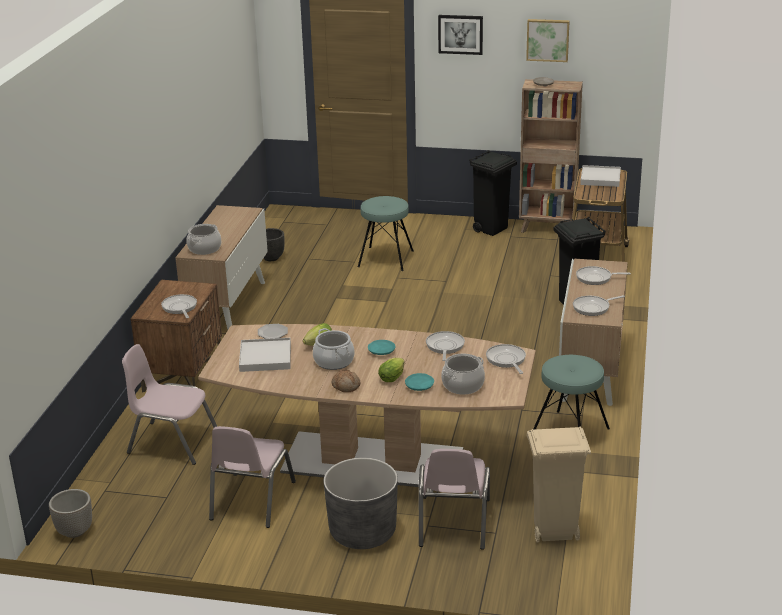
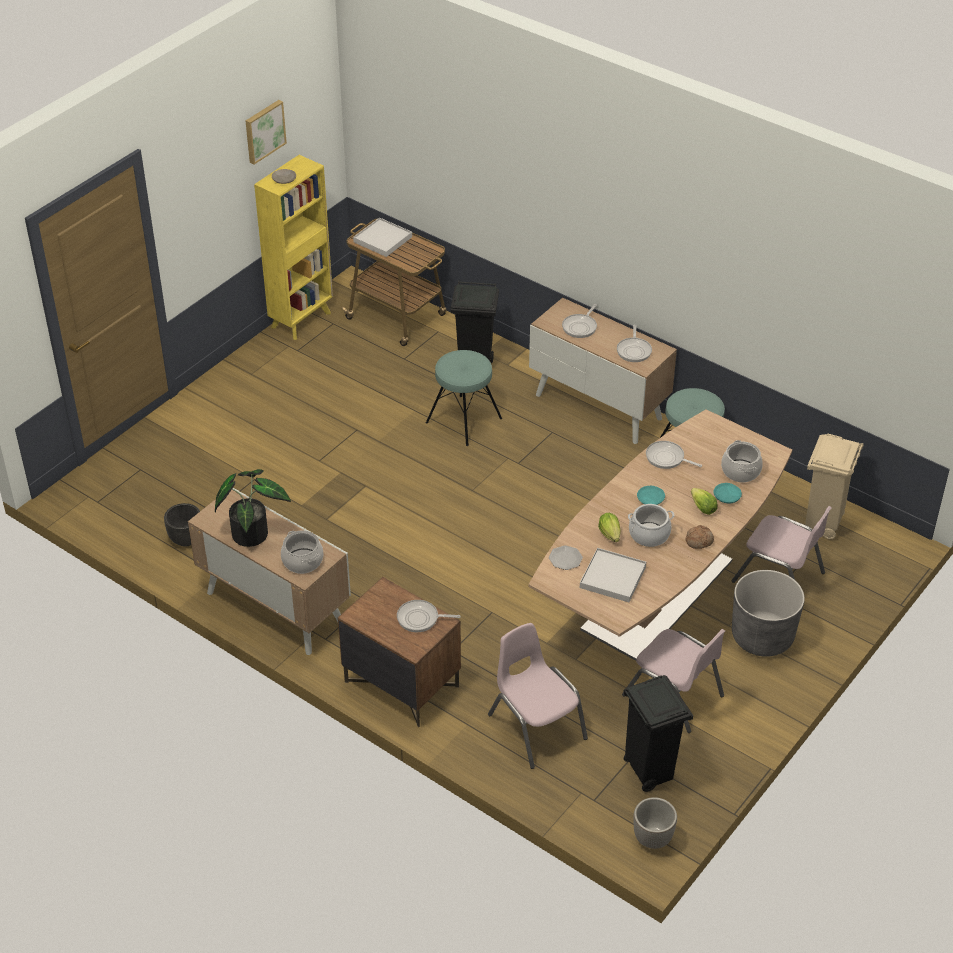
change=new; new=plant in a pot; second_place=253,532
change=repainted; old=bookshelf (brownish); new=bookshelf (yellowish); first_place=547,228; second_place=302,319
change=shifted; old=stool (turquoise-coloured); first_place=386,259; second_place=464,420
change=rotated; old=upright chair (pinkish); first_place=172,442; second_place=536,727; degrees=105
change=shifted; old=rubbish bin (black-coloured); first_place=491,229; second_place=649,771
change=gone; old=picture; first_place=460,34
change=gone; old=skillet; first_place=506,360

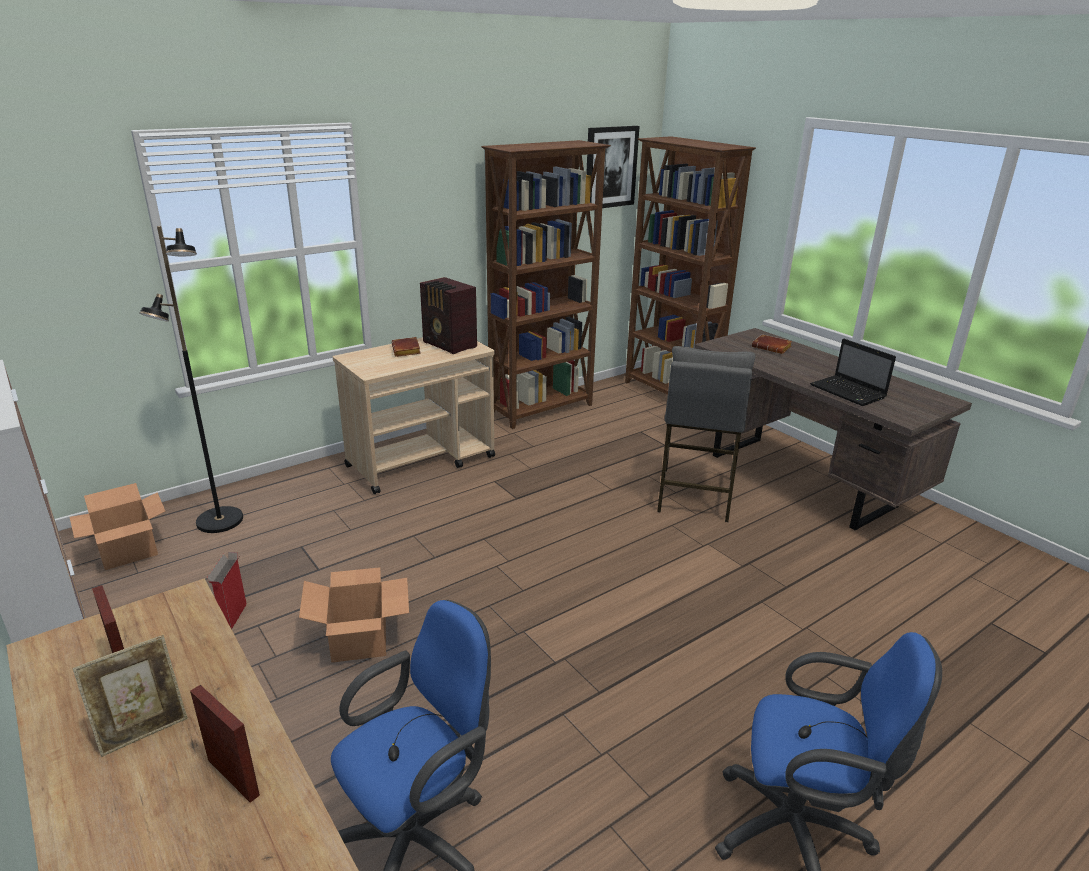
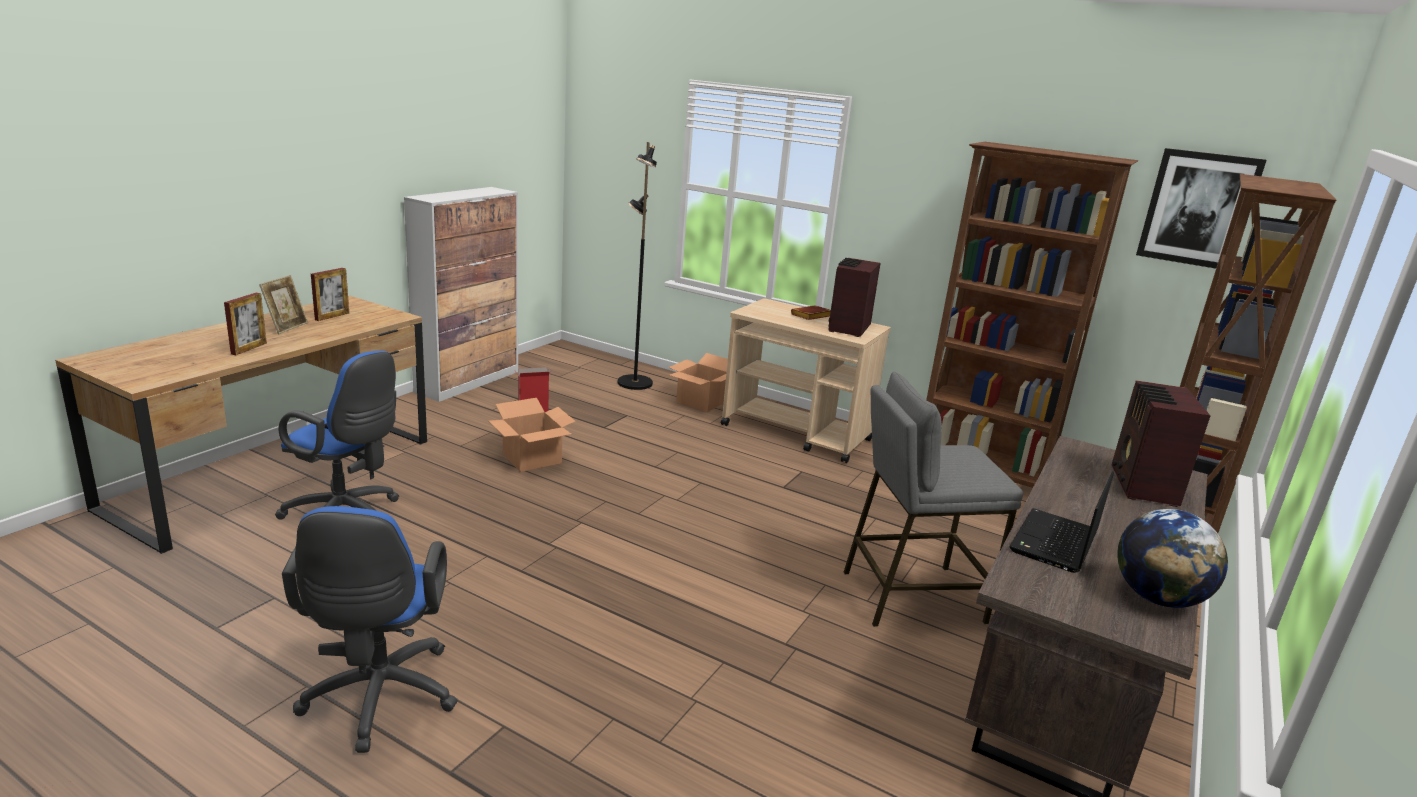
change=rotated; old=standing frame; first_place=142,727; second_place=287,327; degrees=-105
change=shifted; old=packing box; first_place=129,550; second_place=701,402
change=swapped; old=book (brownish); new=radio set; first_place=772,347; second_place=1142,486
change=new; new=desk globe; second_place=1158,598

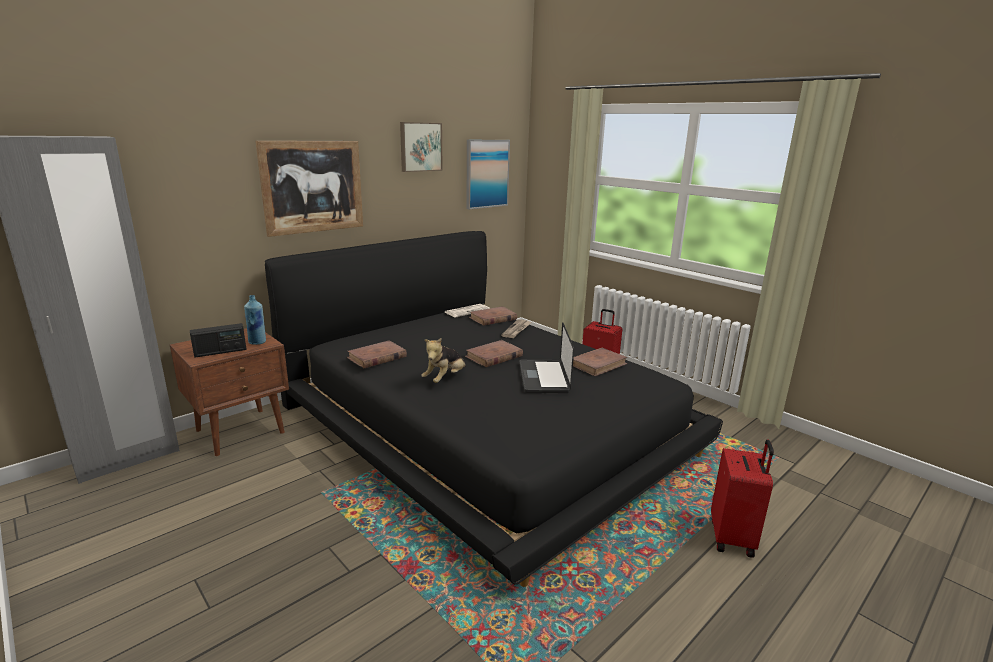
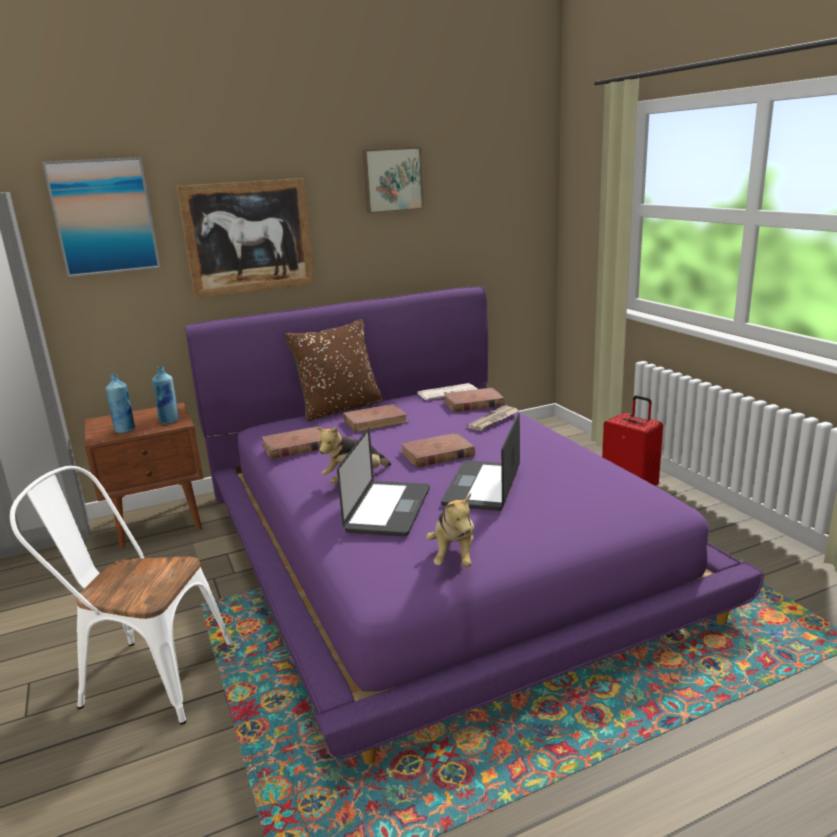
change=new; new=upright chair (white); second_place=146,676
change=shifted; old=picture; first_place=487,173; second_place=104,217
change=swapped; old=radio set; new=beverage bottle (bluish); first_place=220,352; second_place=125,430
change=repainted; old=bed (black-coloured); new=bed (purple-coloured); first_place=484,426; second_place=432,546
change=new; new=cushion (brownish); second_place=340,409
change=new; new=notebook computer; second_place=388,509
change=shifted; old=book (brownish); first_place=598,364; second_place=375,421
change=new; new=soft toy; second_place=454,556
change=gone; old=suitcase (red-coloured); first_place=733,538

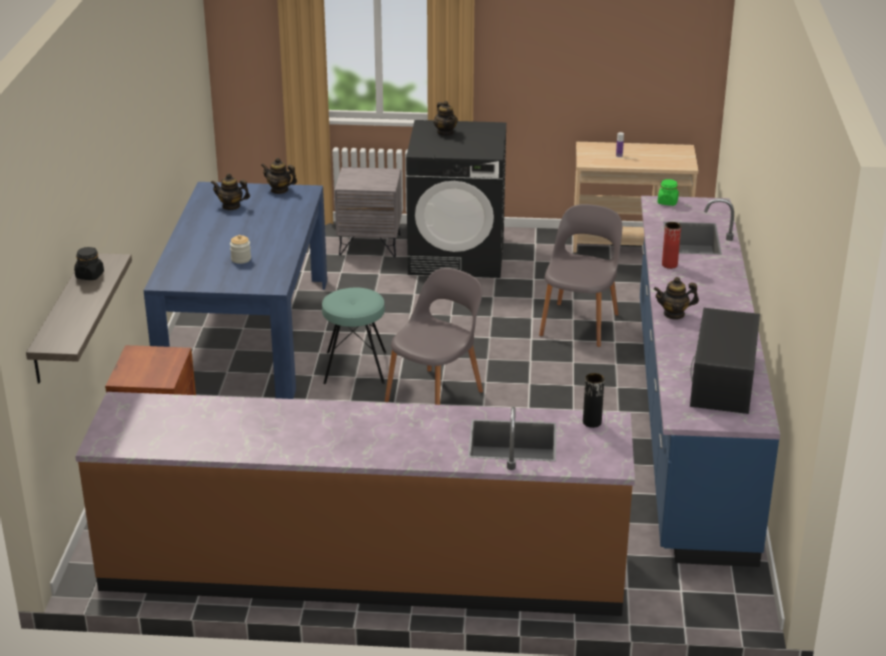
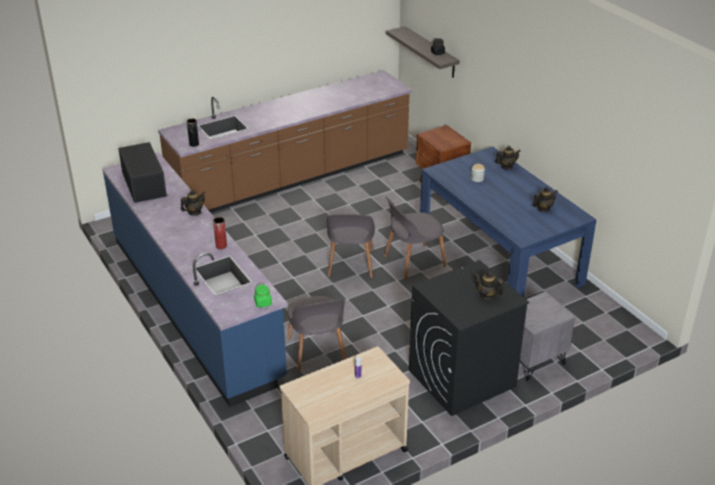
change=swapped; old=stool (turquoise-coloured); new=upright chair (grey); first_place=355,368; second_place=413,262
change=shifted; old=teapot; first_place=279,190; second_place=506,167

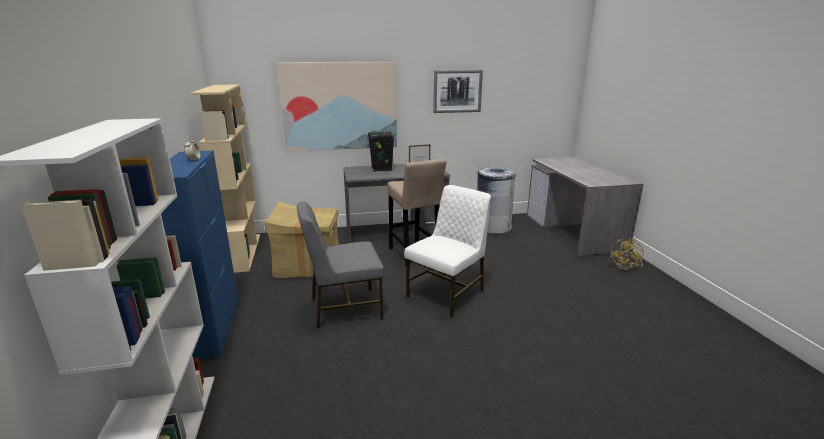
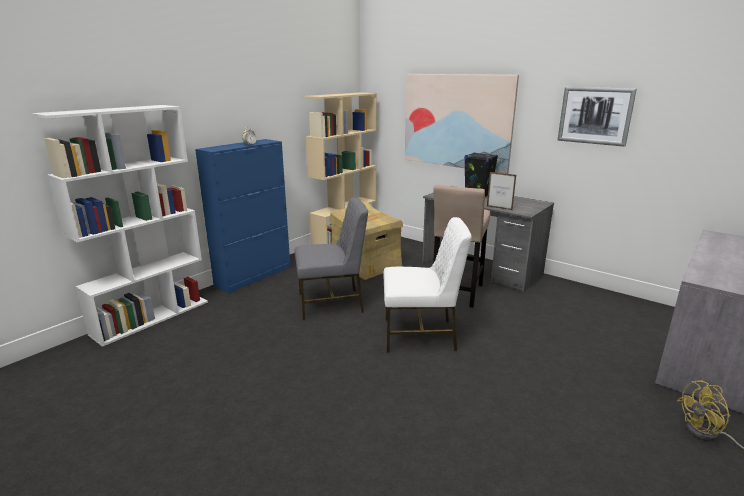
change=rotated; old=upright chair (grey); first_place=344,308; second_place=332,303; degrees=135
change=gone; old=rubbish bin (grey); first_place=493,227

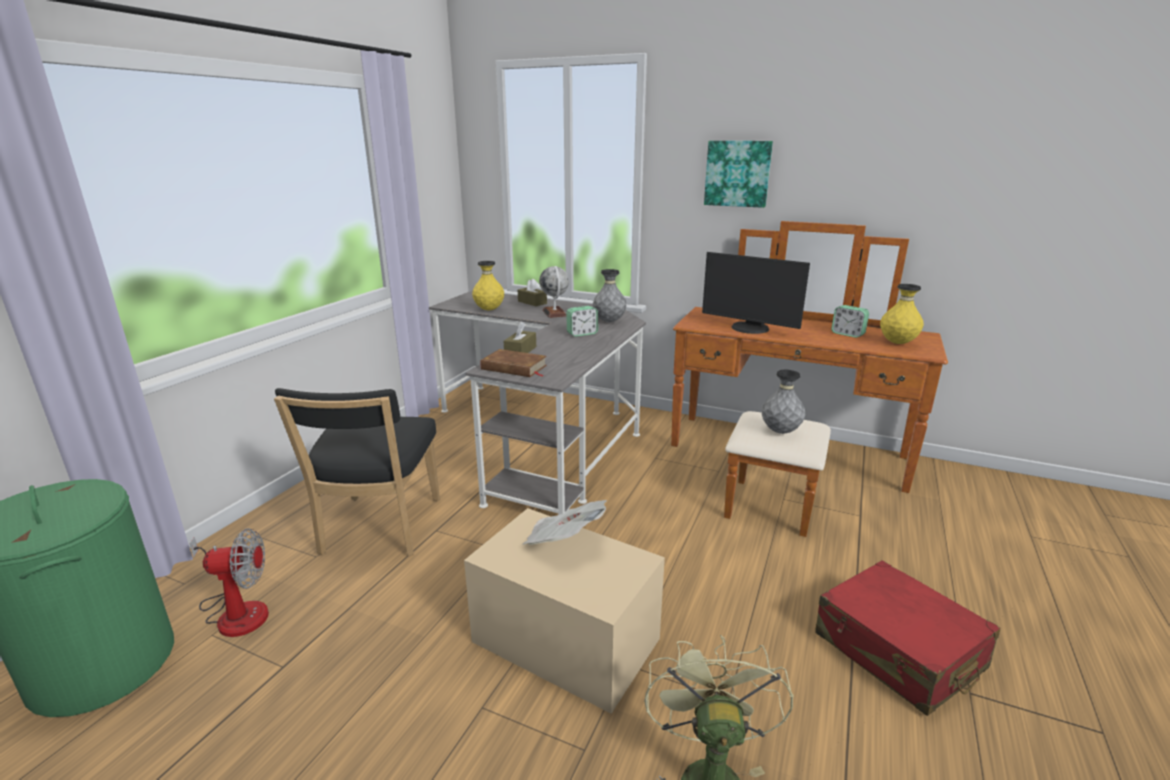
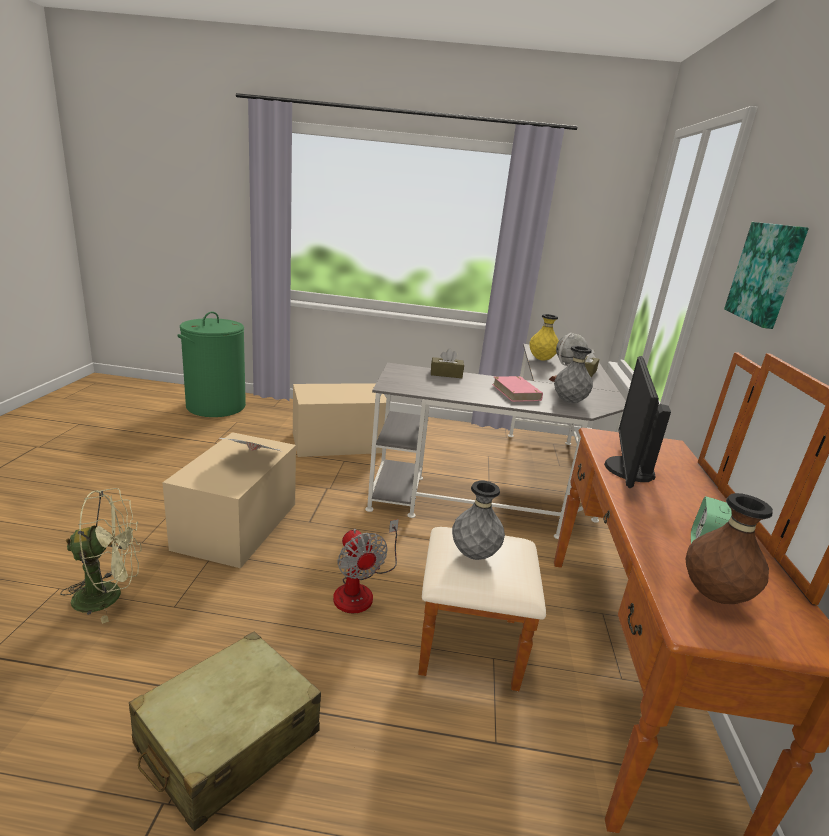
change=repainted; old=suitcase (red-coloured); new=suitcase (beige-coloured); first_place=898,651; second_place=228,739
change=swapped; old=upright chair (black-coloured); new=storage container (beige-coloured); first_place=379,529; second_place=337,442
change=shifted; old=cooling fan; first_place=236,611; second_place=361,590
change=swapped; old=bedside clock; new=book (pinkish); first_place=582,333; second_place=516,392
change=repainted; old=flower vase (yellowish); new=flower vase (brownish); first_place=897,343; second_place=714,596
change=gone; old=book (brownish); first_place=514,367

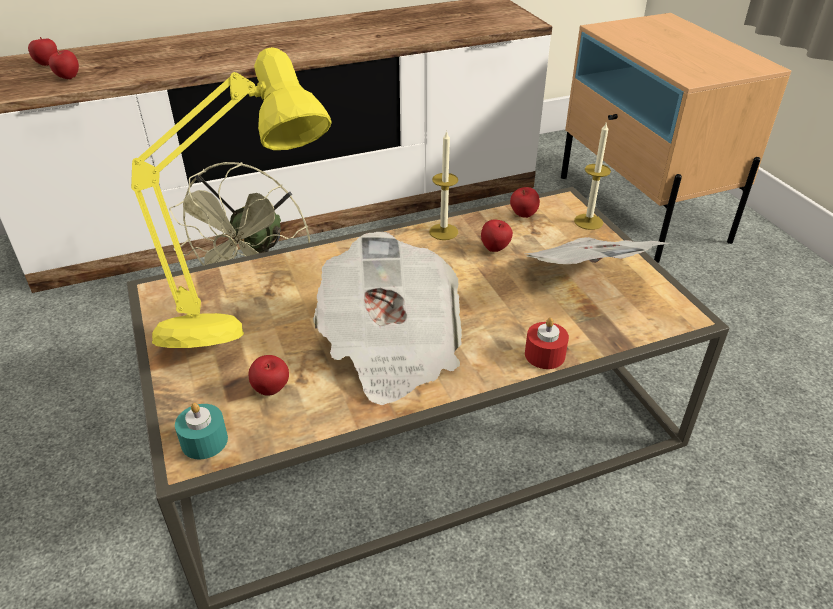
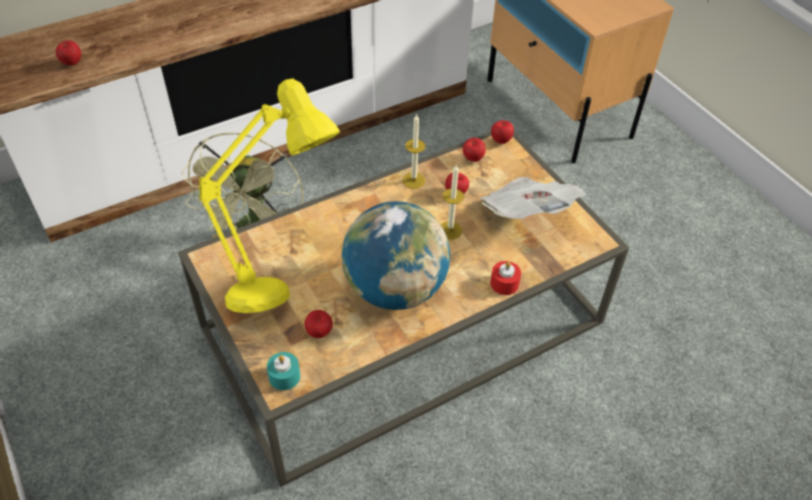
change=swapped; old=daily paper; new=desk globe; first_place=390,348; second_place=395,289
change=shifted; old=wax light; first_place=588,222; second_place=450,230
change=shifted; old=whole apple; first_place=48,65; second_place=500,141

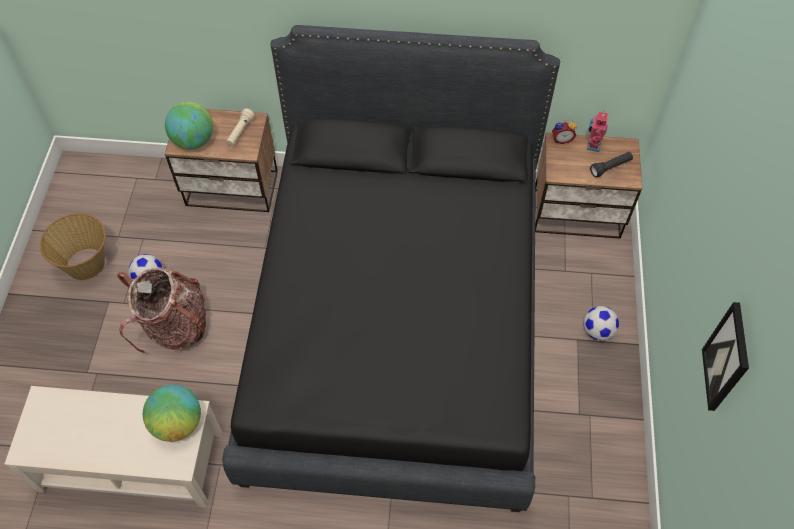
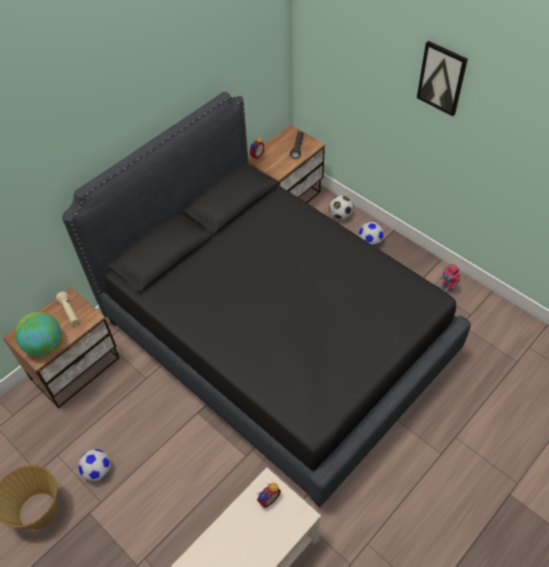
change=swapped; old=desk globe; new=bedside clock; first_place=178,423; second_place=268,498
change=new; new=ball for football; second_place=340,215
change=shifted; old=picture; first_place=726,358; second_place=442,78
change=shifted; old=model robot; first_place=592,145; second_place=447,288
change=gone; old=knapsack; first_place=175,326

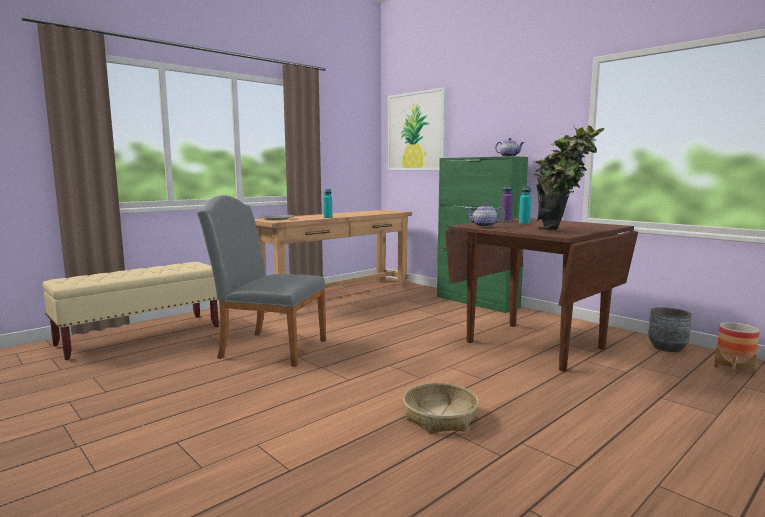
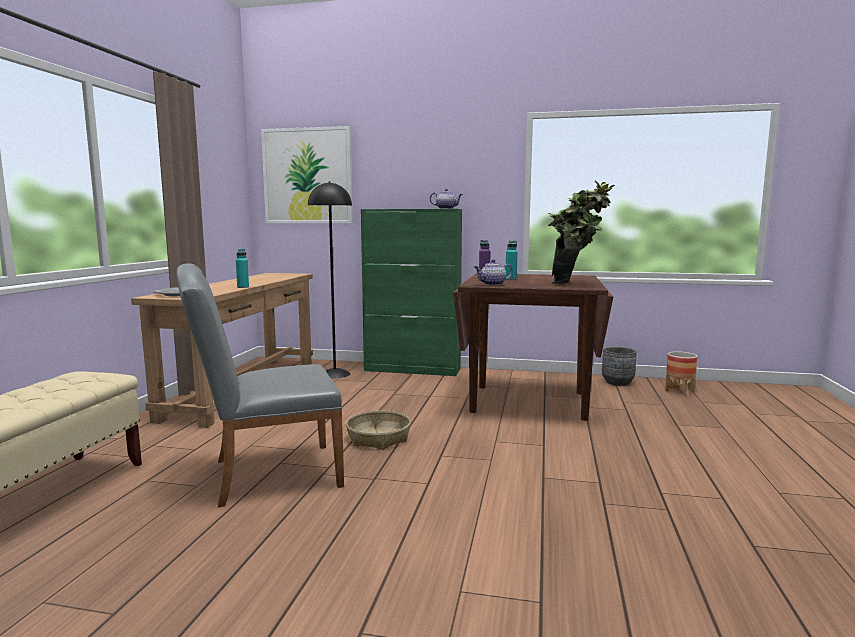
change=new; new=standing lamp (black-coloured); second_place=334,374
change=shifted; old=storage basket; first_place=440,417; second_place=378,438

